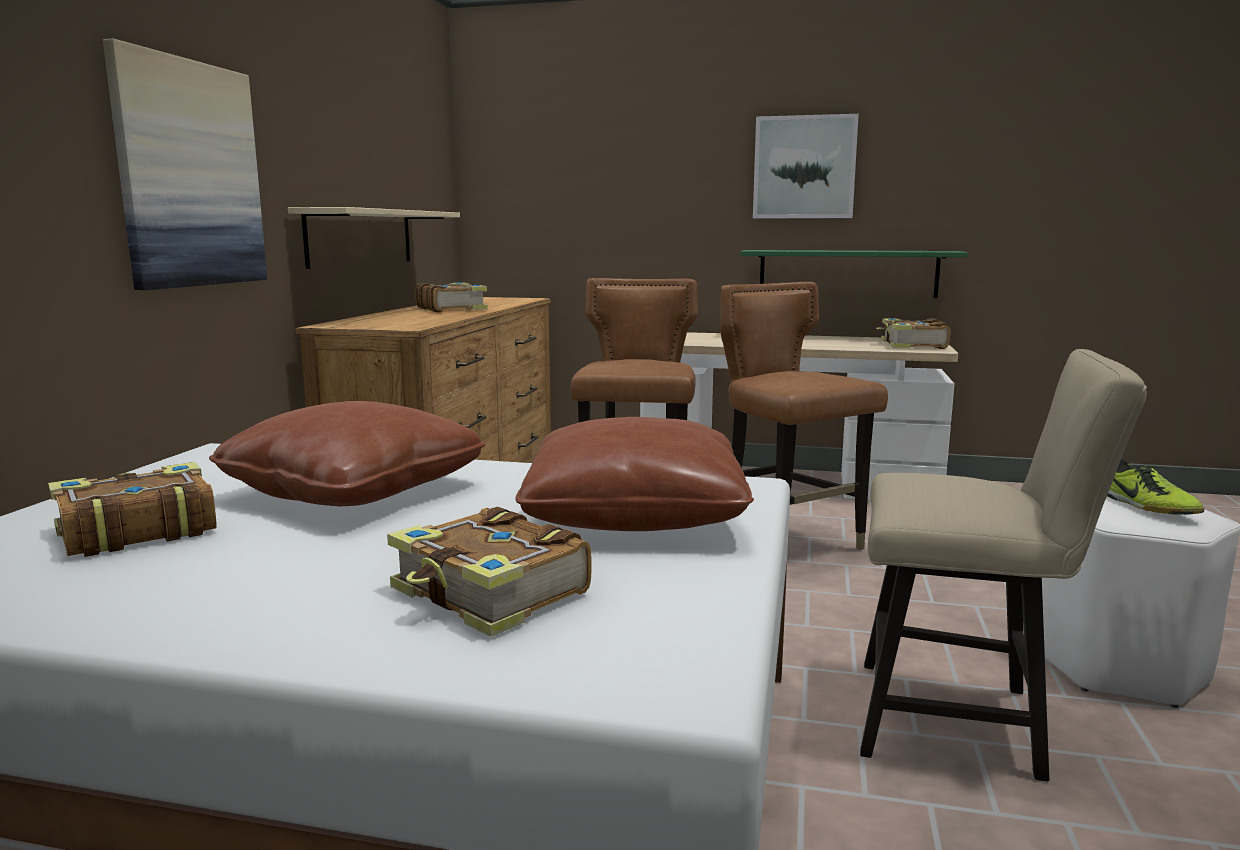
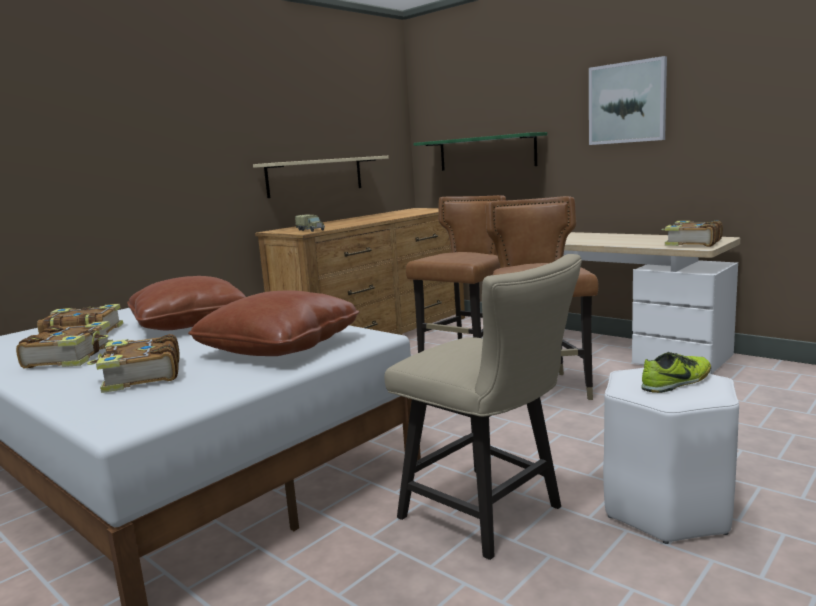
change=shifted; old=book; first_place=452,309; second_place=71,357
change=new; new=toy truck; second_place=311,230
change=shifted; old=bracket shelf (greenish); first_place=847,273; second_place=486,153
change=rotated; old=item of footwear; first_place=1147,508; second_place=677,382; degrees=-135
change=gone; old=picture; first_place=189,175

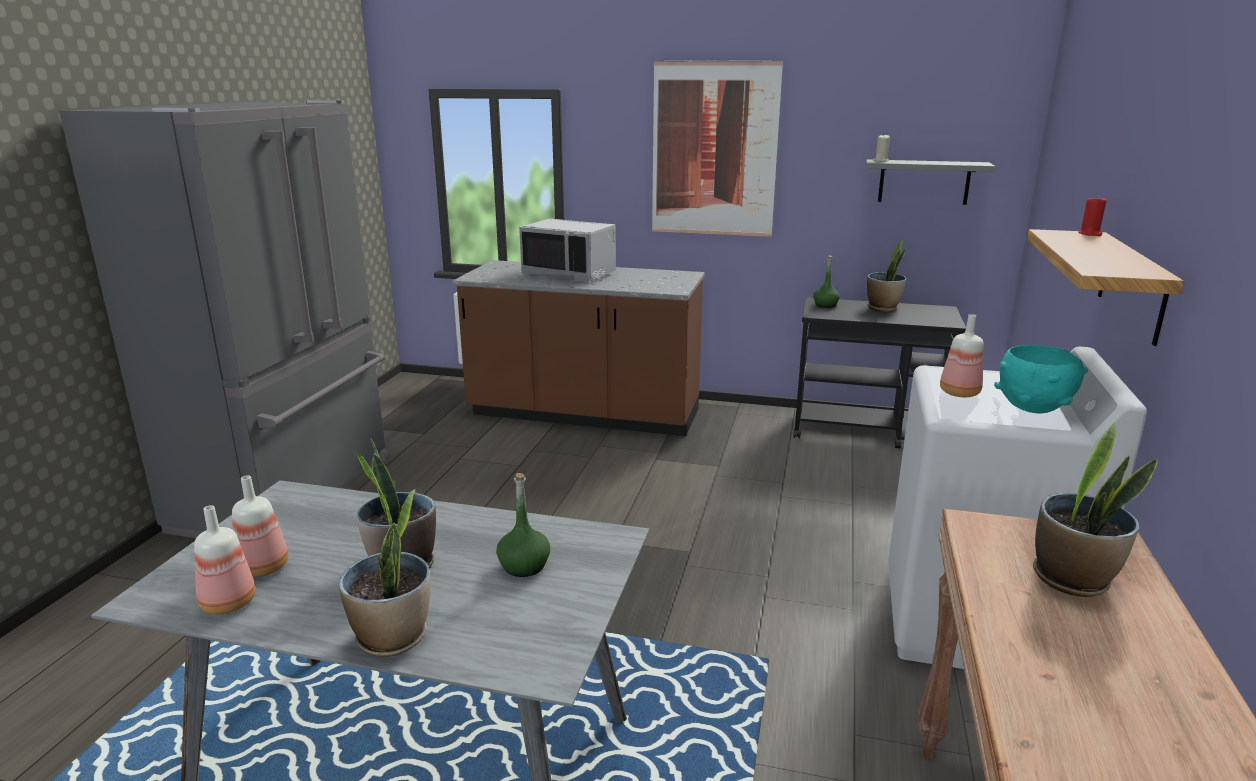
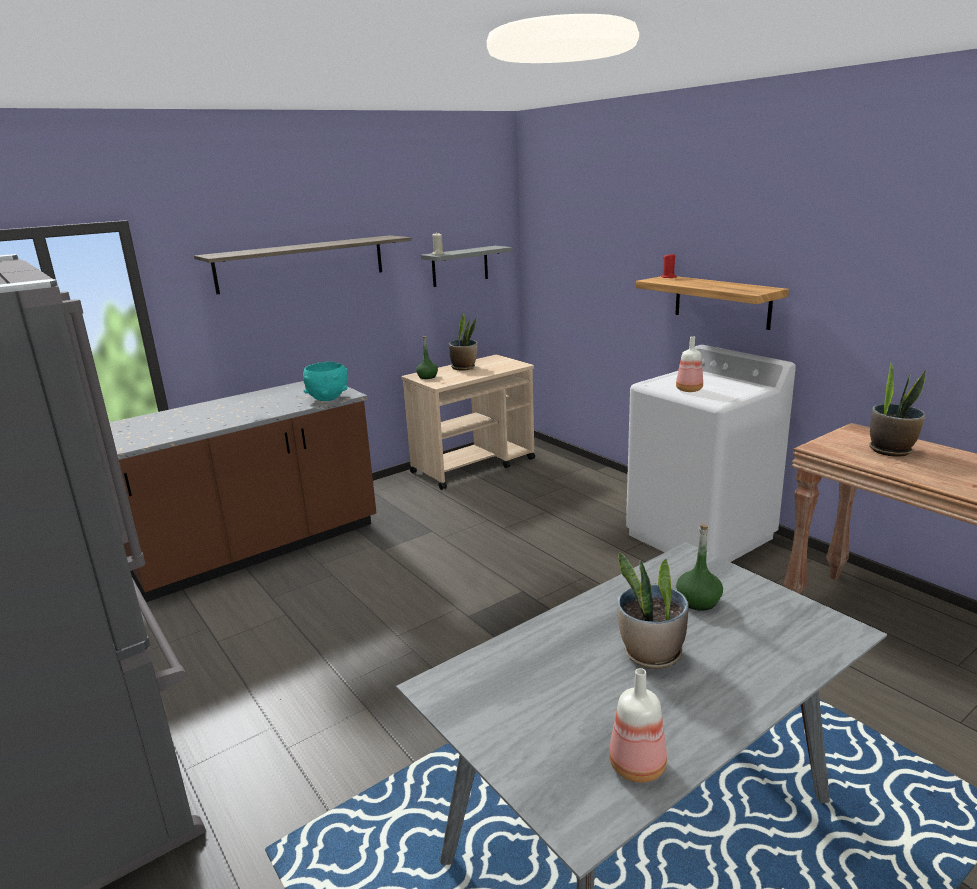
change=swapped; old=picture; new=bracket shelf; first_place=714,150; second_place=302,263
change=shifted; old=serving bowl (turquoise-coloured); first_place=1033,408; second_place=328,398
change=repainted; old=cart (black-coloured); new=cart (beige-coloured); first_place=868,431; second_place=474,465
change=gone; old=beverage bottle; first_place=264,567
change=gone; old=plant in a pot; first_place=393,638
change=gone; old=microwave oven (grey); first_place=570,274

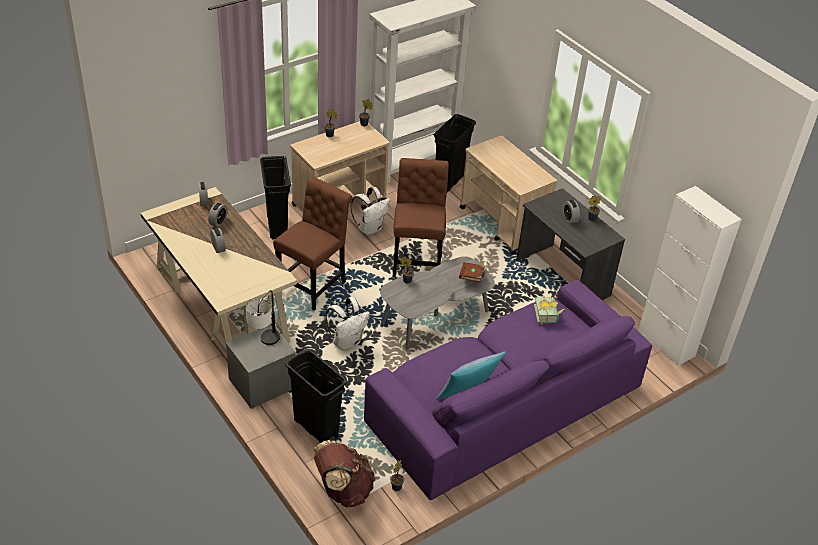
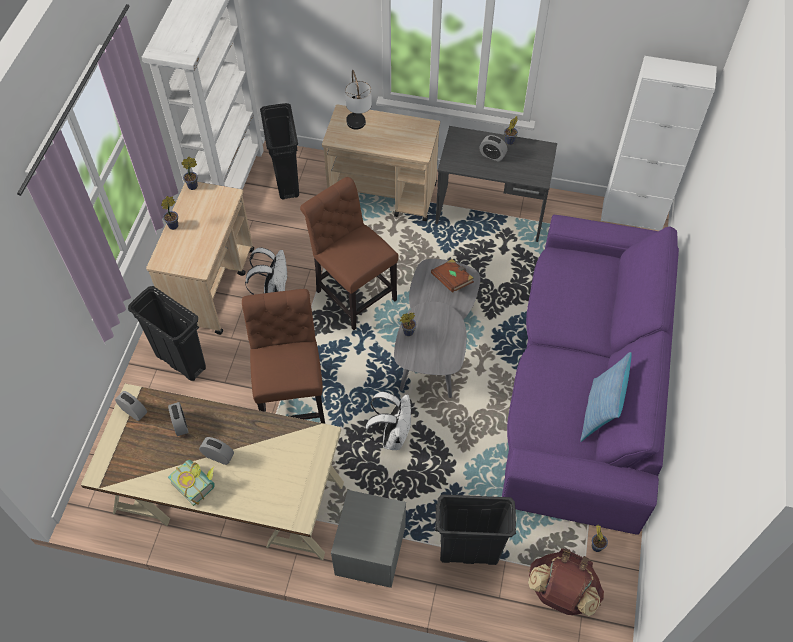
change=shifted; old=book; first_place=548,315; second_place=197,483
change=shifted; old=table lamp; first_place=264,344; second_place=358,129

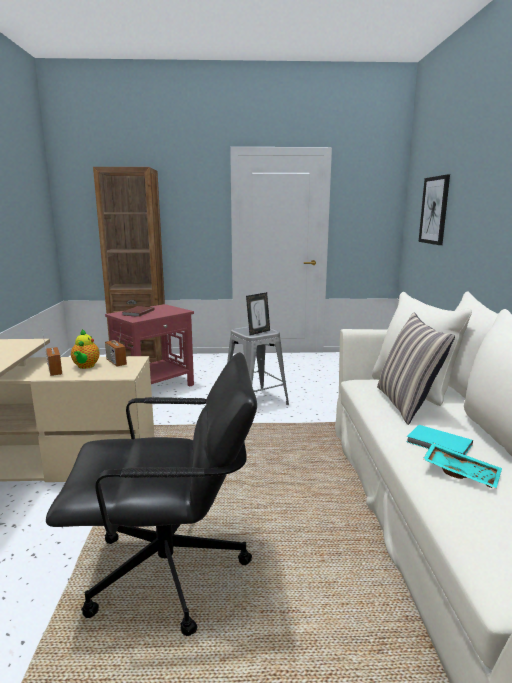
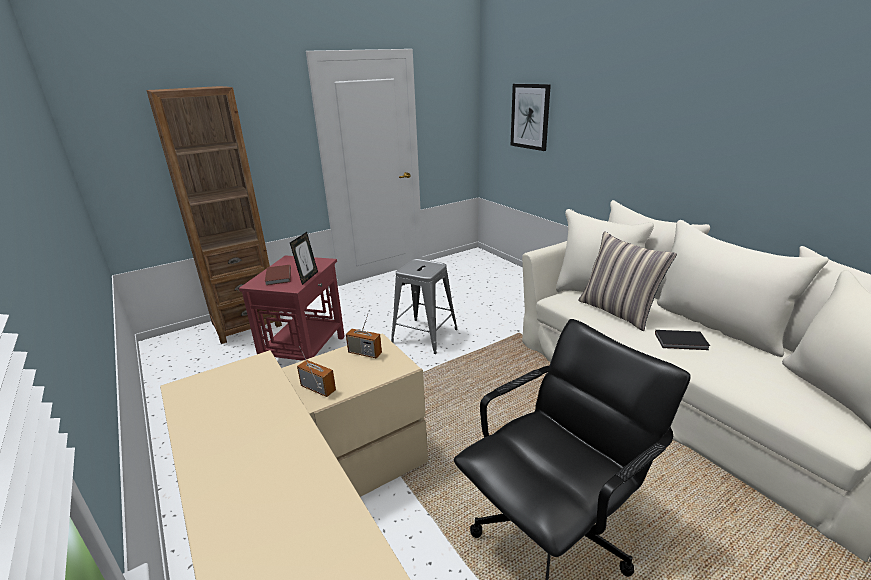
change=shifted; old=standing frame; first_place=258,332; second_place=307,278
change=repainted; old=book (turquoise-coloured); new=book (black-coloured); first_place=439,444; second_place=682,342
change=gone; old=teapot; first_place=85,366
change=gone; old=carrying tray (turquoise-coloured); first_place=461,472

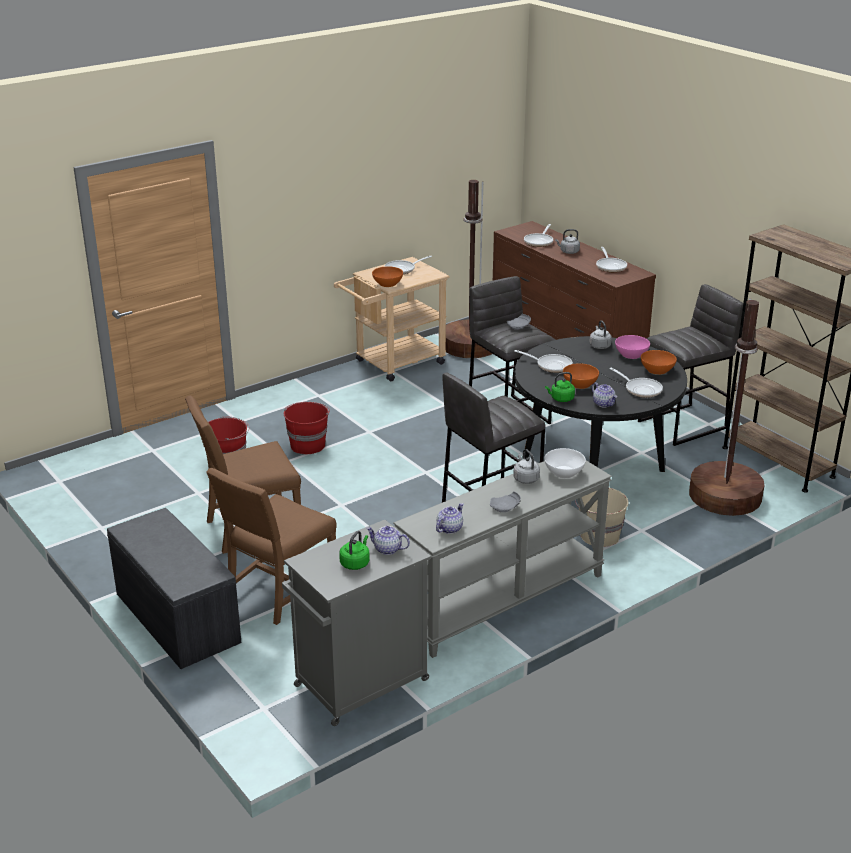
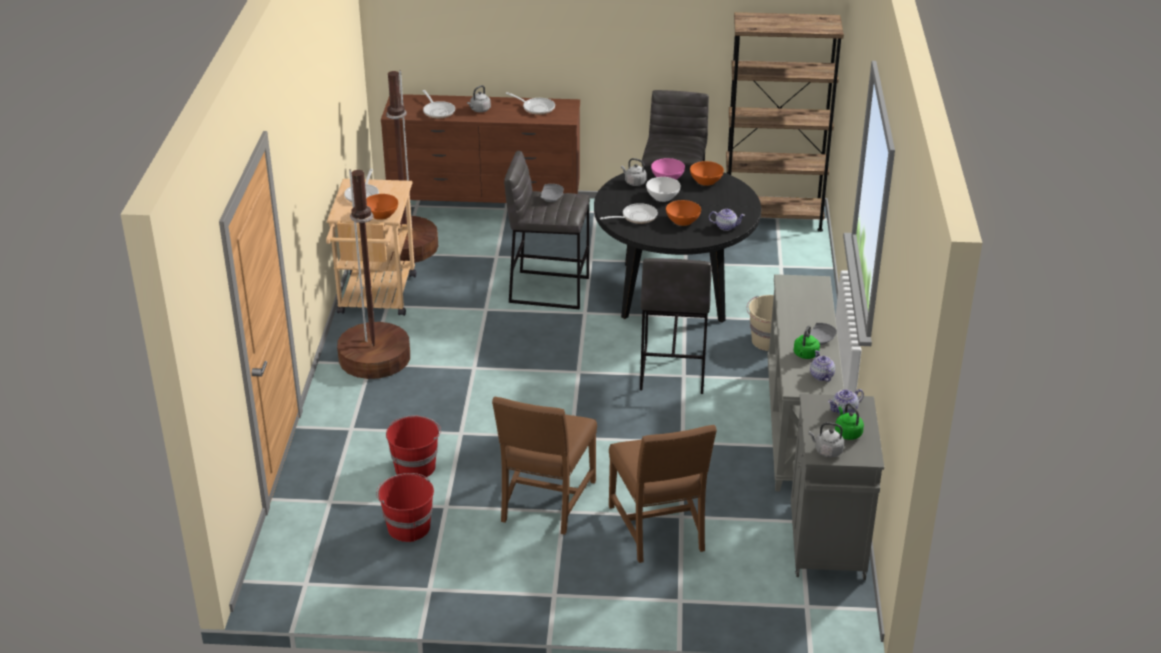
change=shifted; old=standing lamp (brownish); first_place=725,496; second_place=375,358
change=shifted; old=pail (red-coloured); first_place=307,445; second_place=408,527
change=shifted; old=serving bowl (white); first_place=564,472; second_place=663,197
change=shifted; old=water kettle (greenish); first_place=561,399; second_place=805,355
change=shifted; old=water kettle (grey); first_place=525,478; second_place=827,451
change=gone; old=bench (grey); first_place=175,617
change=gone; old=skillet; first_place=641,389

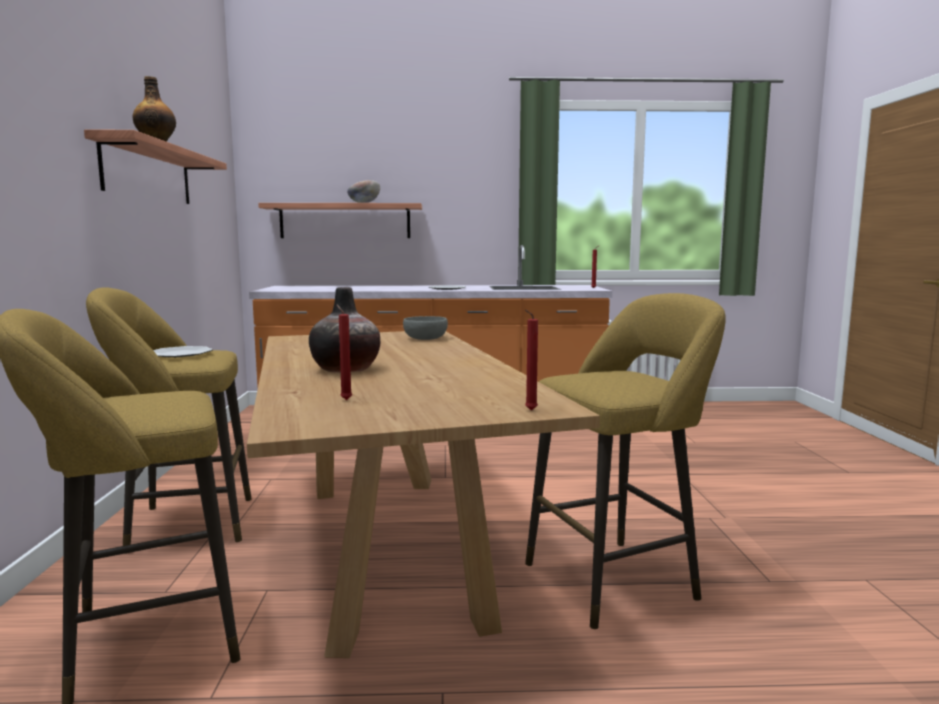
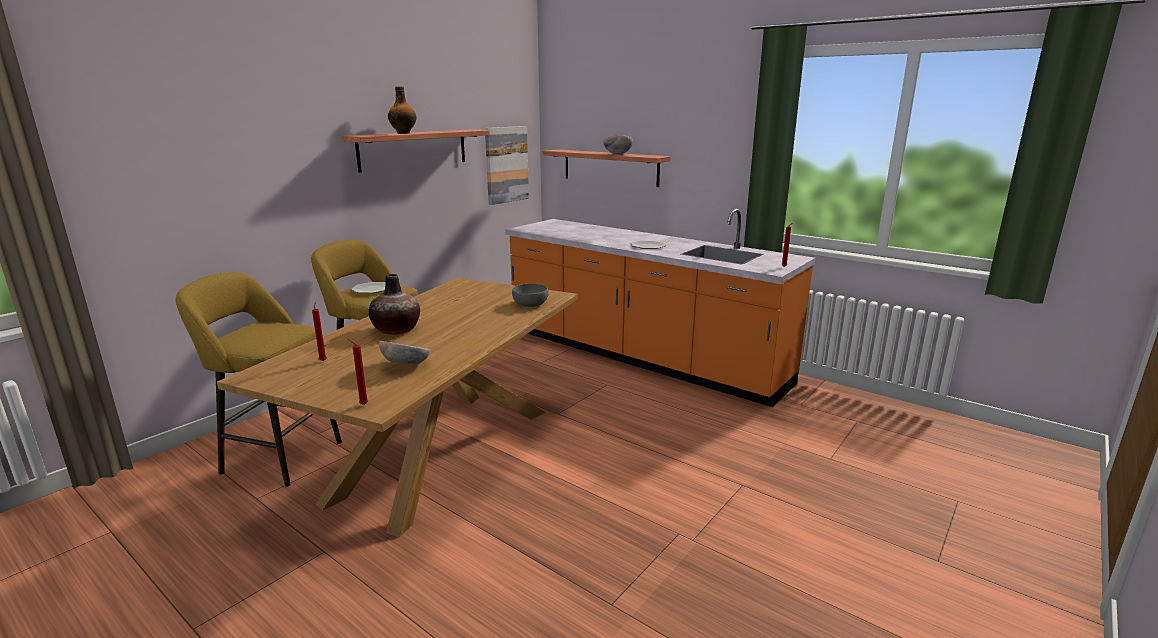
change=new; new=serving bowl; second_place=406,365
change=new; new=picture; second_place=506,164
change=gone; old=stool (yellowish); first_place=617,578

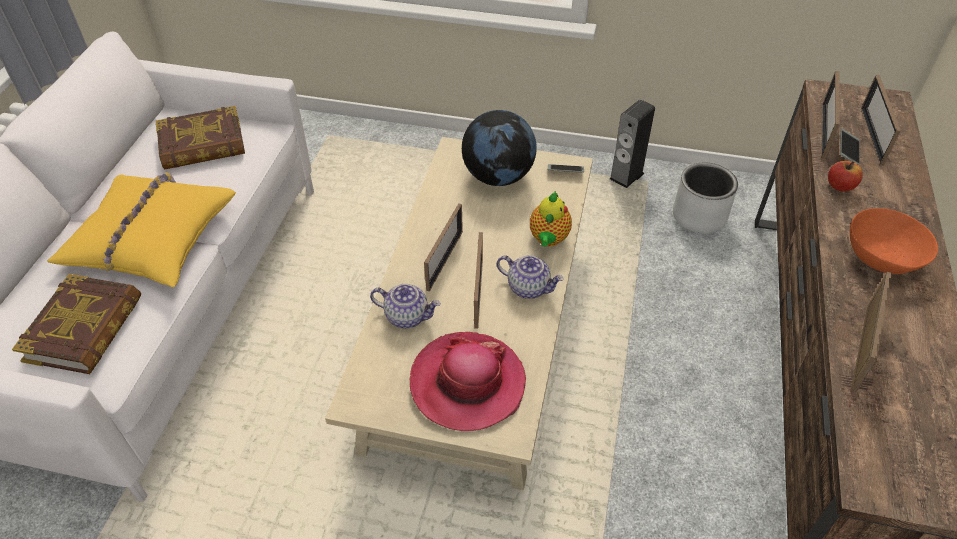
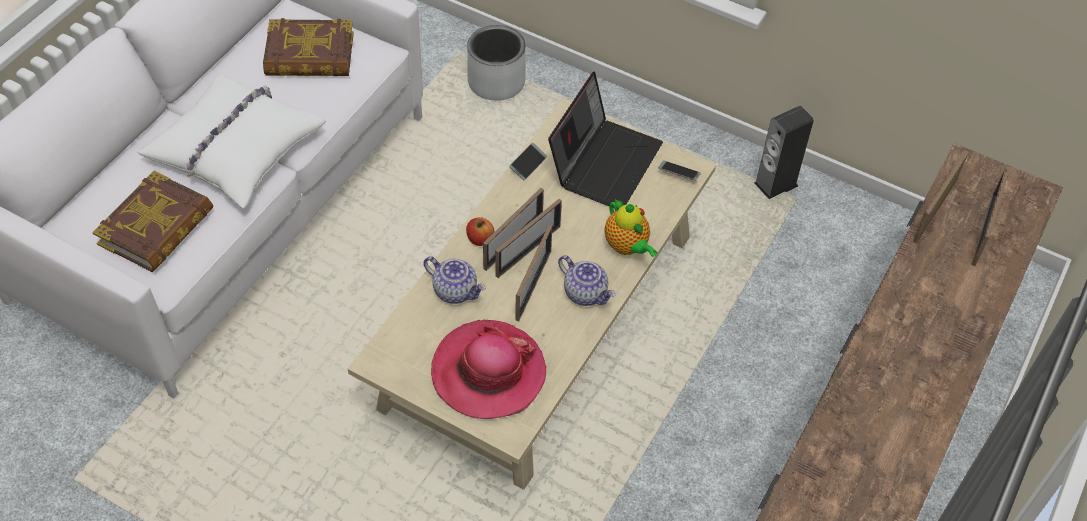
change=repainted; old=cushion (yellowish); new=cushion (white); first_place=151,238; second_place=235,149
change=shifted; old=whole apple; first_place=840,186; second_place=480,239
change=shifted; old=plant pot (grey); first_place=699,216; second_place=497,82
change=shifted; old=standing frame; first_place=861,346; second_place=528,251
change=shifted; old=handset; first_place=848,151; second_place=528,164
change=swapped; old=desk globe; new=notebook computer; first_place=498,176; second_place=604,162
change=rotated; old=teapot; first_place=548,239; second_place=627,247; degrees=-60
change=gone; old=serving bowl (orange-coloured); first_place=881,257

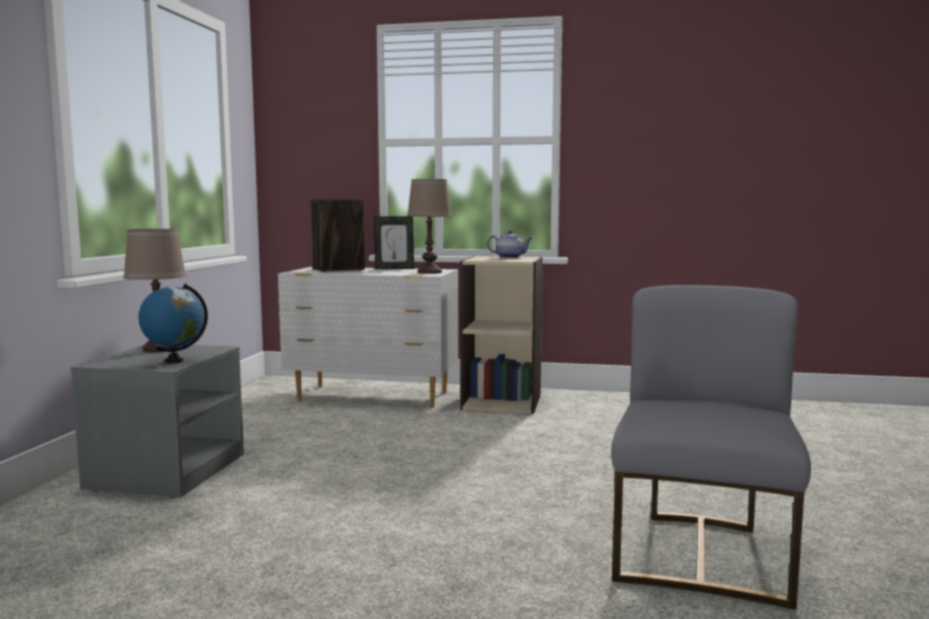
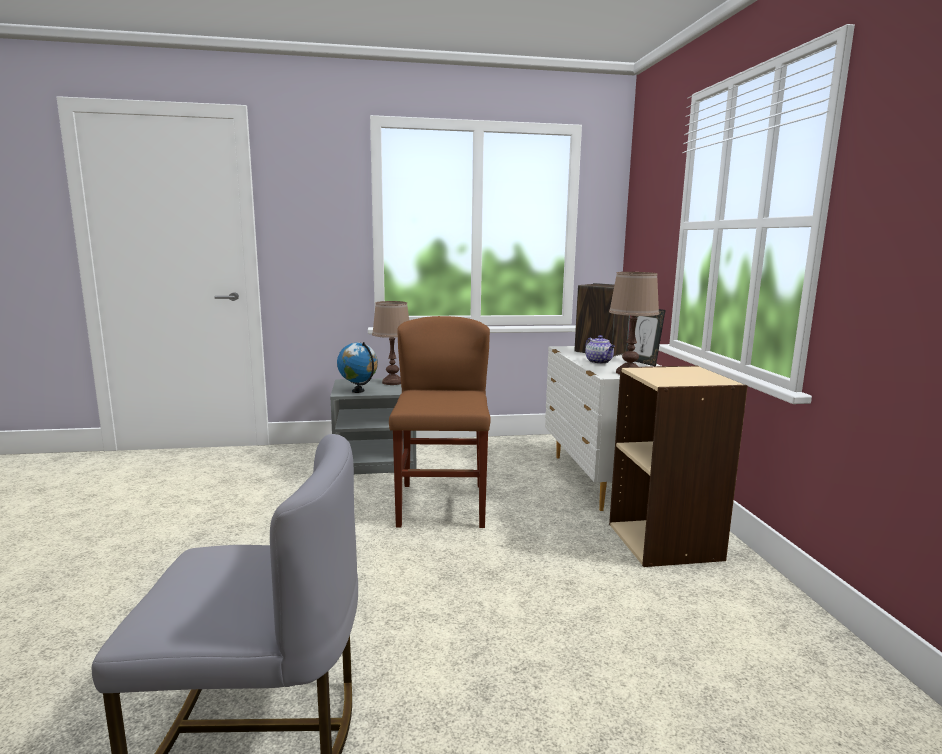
change=new; new=upright chair (brownish); second_place=442,505
change=shifted; old=teapot; first_place=510,257; second_place=599,362

